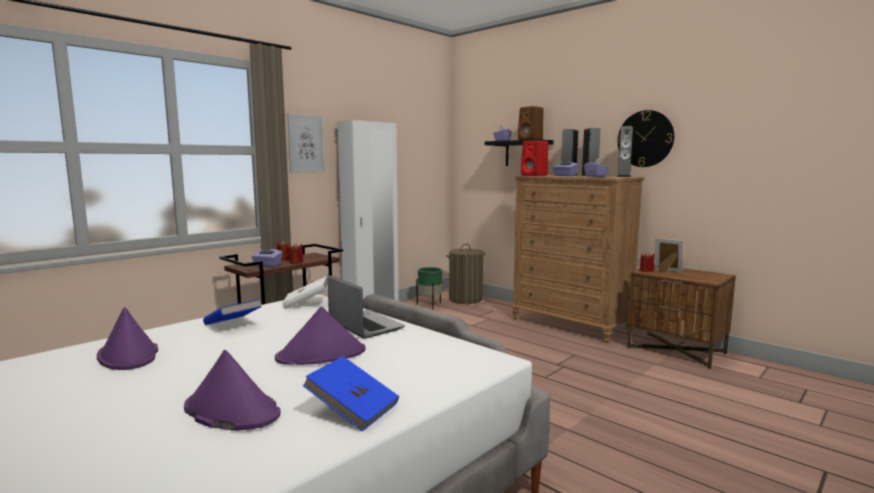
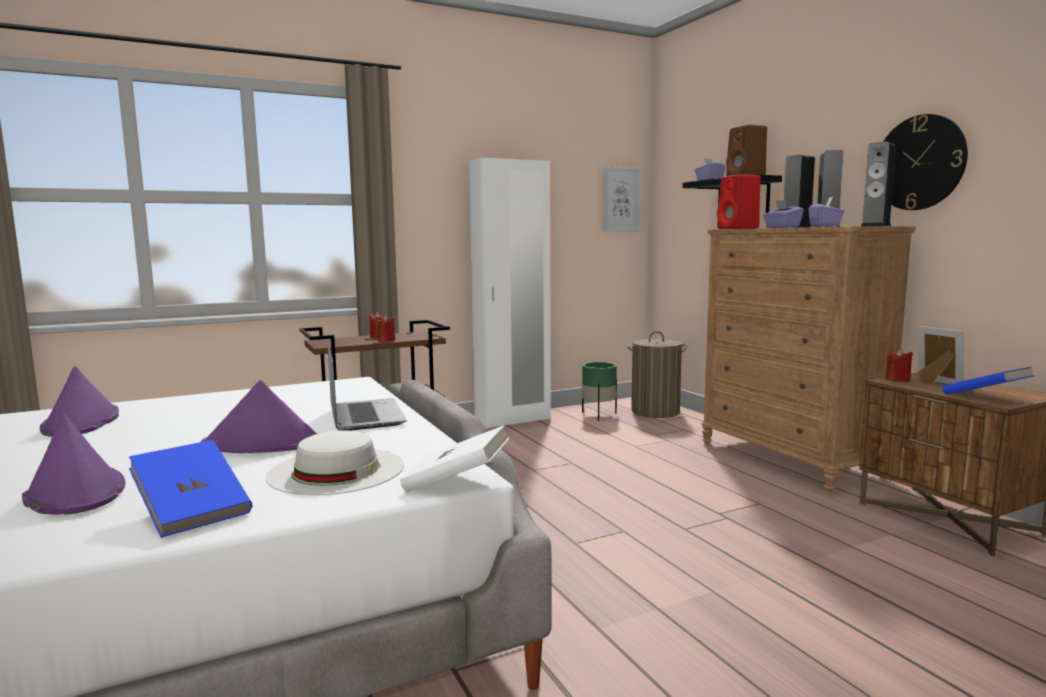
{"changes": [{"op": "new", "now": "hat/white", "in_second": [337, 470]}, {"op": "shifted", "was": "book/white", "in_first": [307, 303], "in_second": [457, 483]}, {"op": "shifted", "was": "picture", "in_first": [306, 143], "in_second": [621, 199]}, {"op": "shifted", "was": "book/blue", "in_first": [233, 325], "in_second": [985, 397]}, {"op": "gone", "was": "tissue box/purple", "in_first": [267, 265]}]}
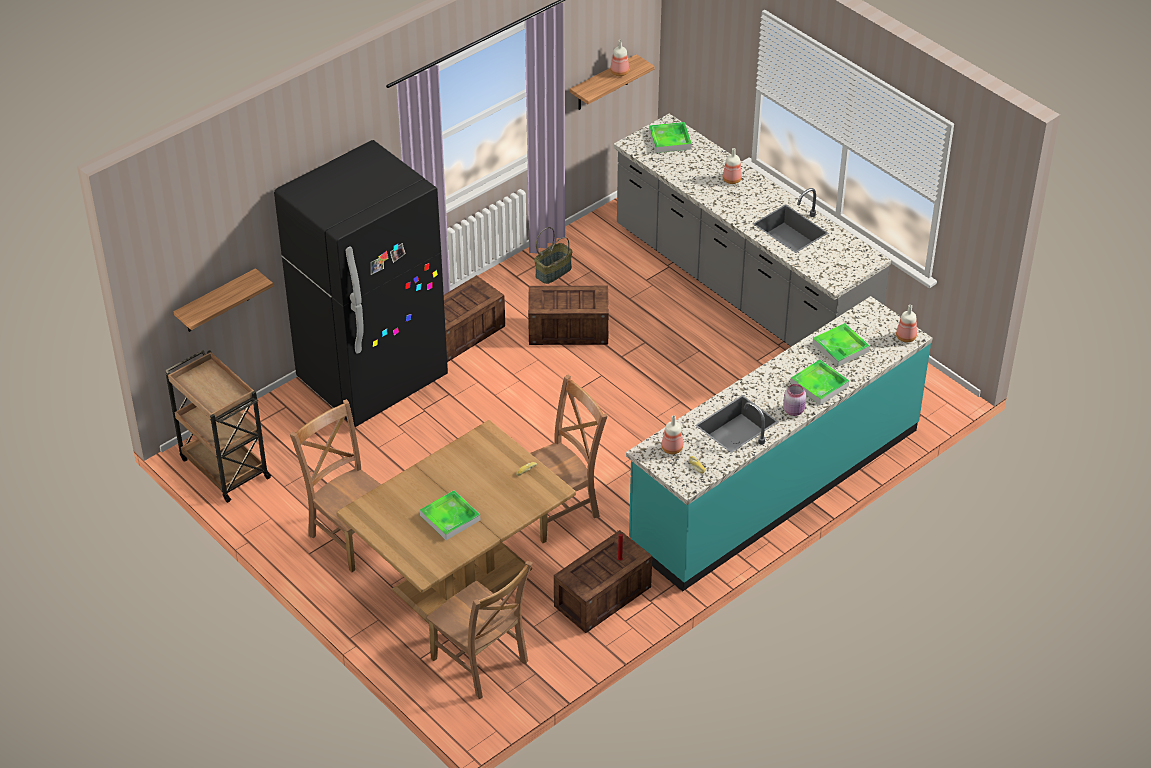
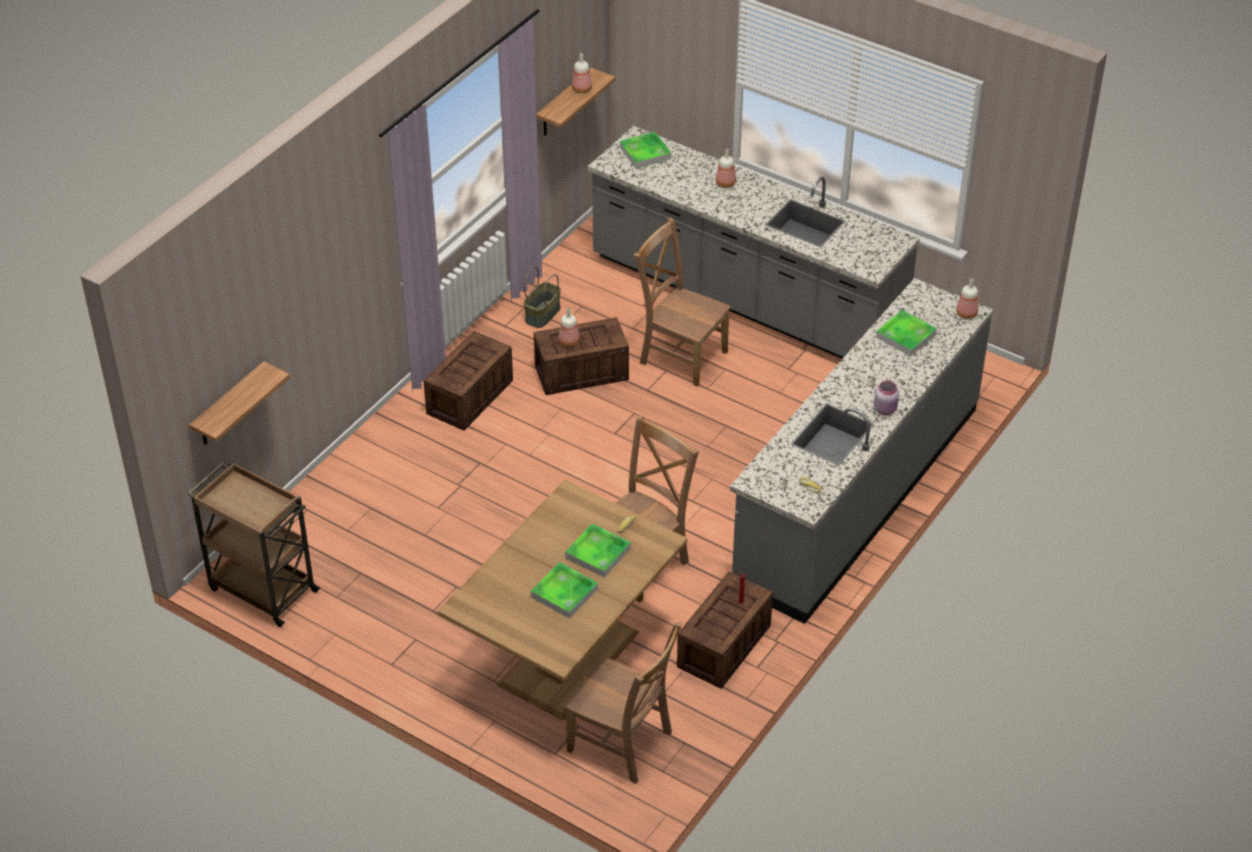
{"changes": [{"op": "shifted", "was": "bottle", "in_first": [672, 449], "in_second": [569, 342]}, {"op": "shifted", "was": "tray", "in_first": [819, 385], "in_second": [598, 553]}, {"op": "shifted", "was": "chair/brown", "in_first": [352, 535], "in_second": [680, 355]}, {"op": "repainted", "was": "counter/turquoise", "now": "counter/grey", "in_first": [775, 486], "in_second": [856, 494]}, {"op": "gone", "was": "fridge/black", "in_first": [373, 379]}]}
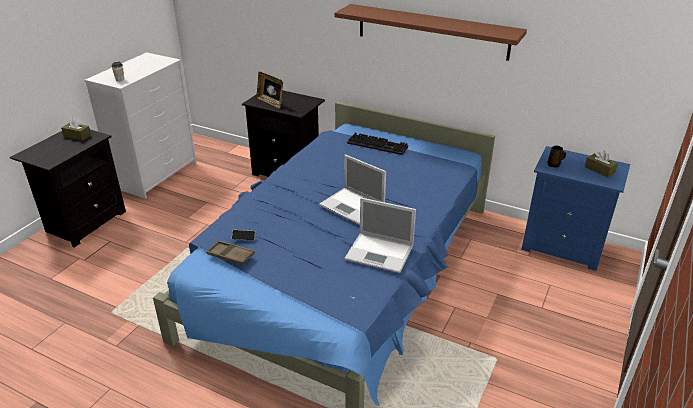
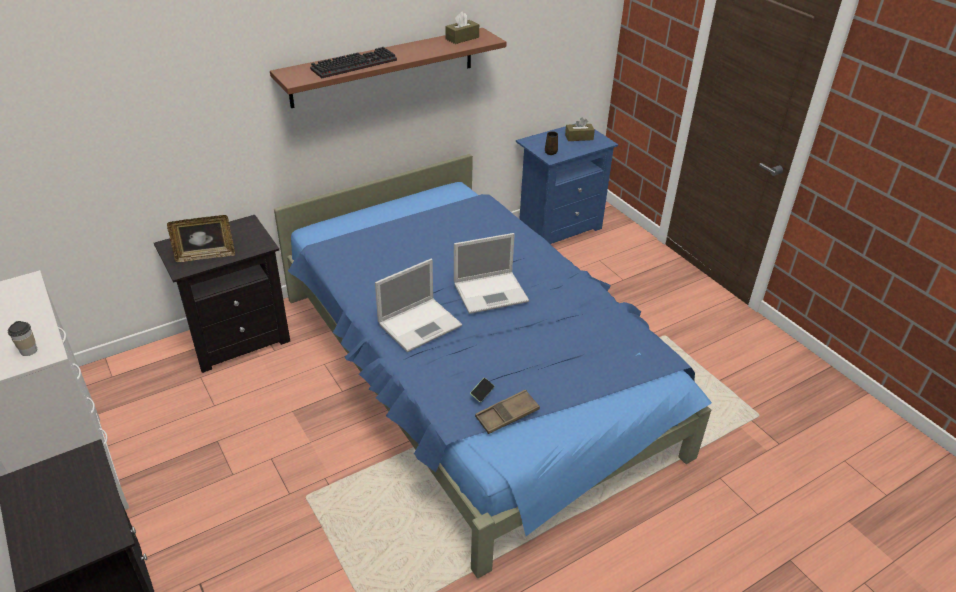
{"changes": [{"op": "shifted", "was": "keyboard", "in_first": [378, 145], "in_second": [354, 64]}, {"op": "shifted", "was": "laptop", "in_first": [380, 253], "in_second": [421, 324]}, {"op": "shifted", "was": "tissue box/brown", "in_first": [77, 136], "in_second": [462, 38]}]}
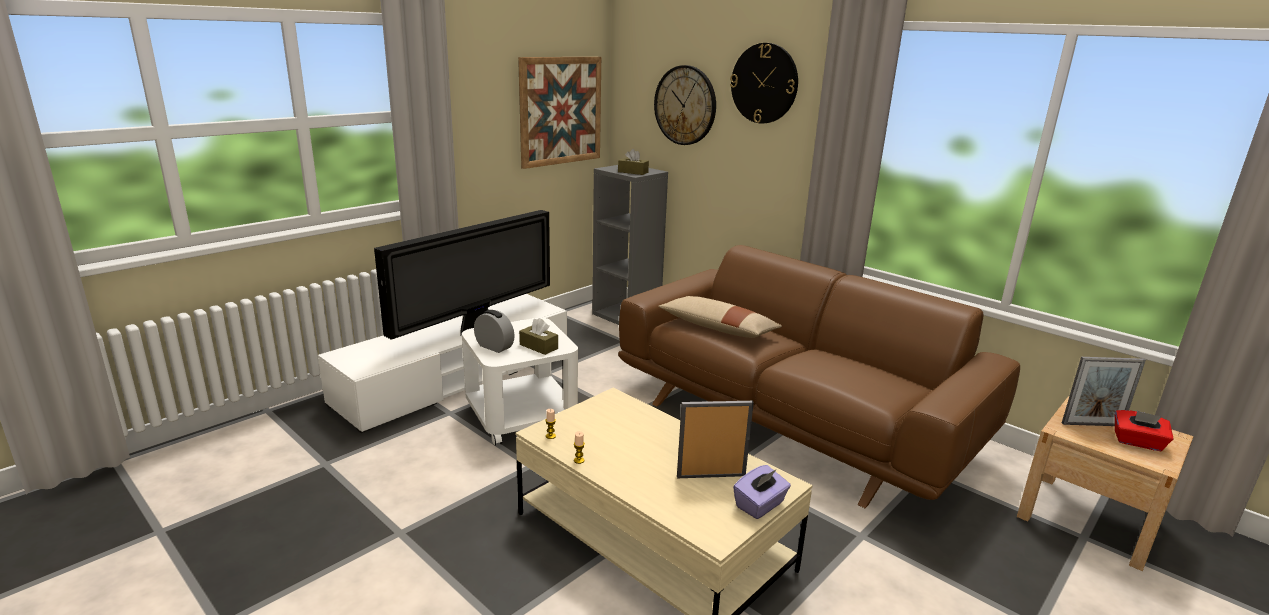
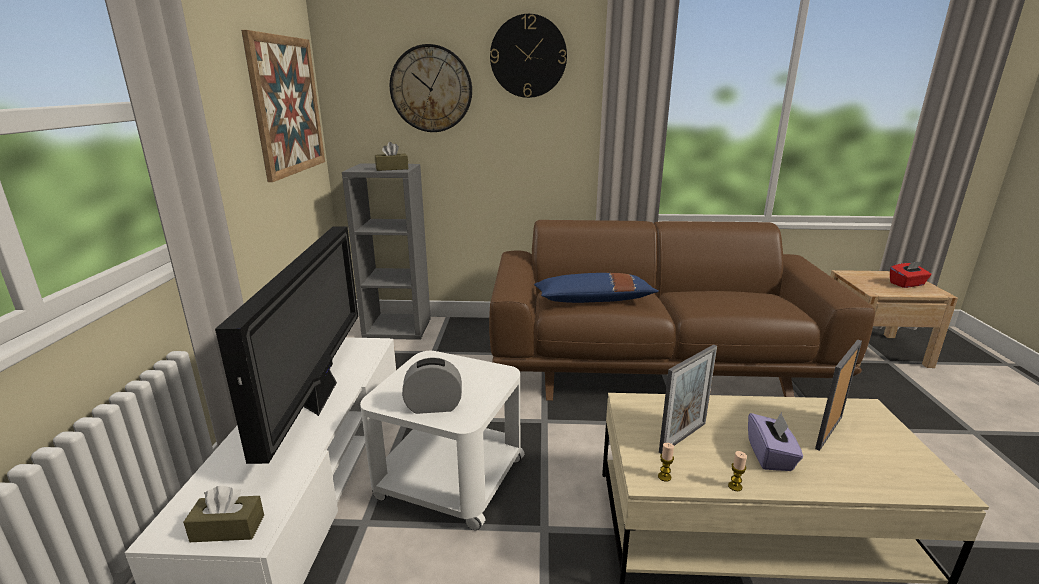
{"changes": [{"op": "shifted", "was": "tissue box/brown", "in_first": [538, 346], "in_second": [228, 528]}, {"op": "repainted", "was": "pillow/beige", "now": "pillow/blue", "in_first": [718, 328], "in_second": [593, 300]}, {"op": "shifted", "was": "picture frame", "in_first": [1092, 424], "in_second": [683, 437]}, {"op": "shifted", "was": "tissue box/purple", "in_first": [760, 505], "in_second": [770, 456]}]}
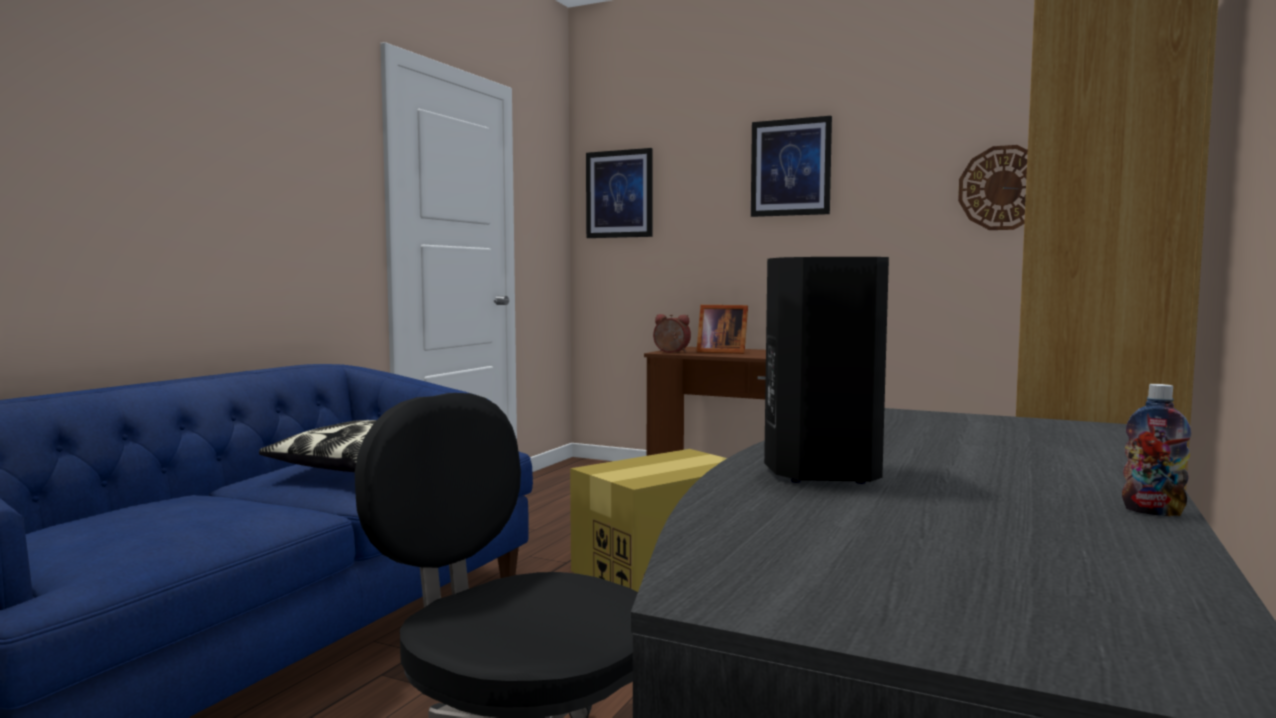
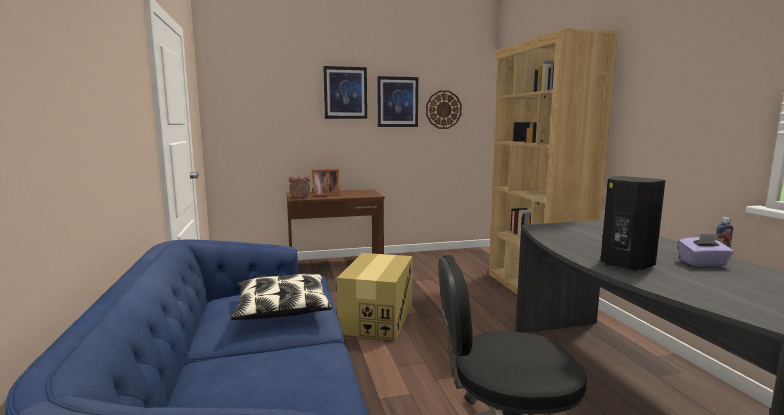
{"changes": [{"op": "shifted", "was": "picture", "in_first": [619, 194], "in_second": [397, 102]}, {"op": "new", "now": "tissue box/purple", "in_second": [703, 263]}]}
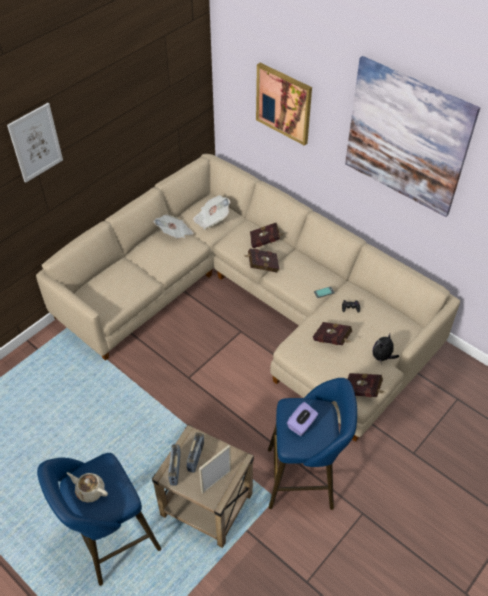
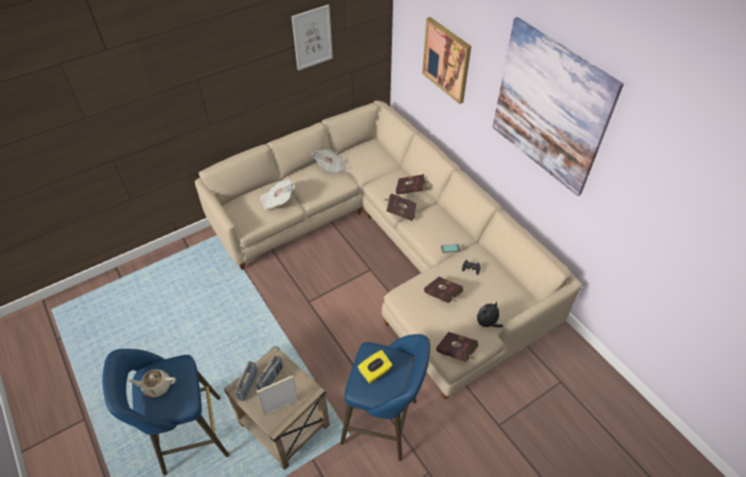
{"changes": [{"op": "rotated", "was": "teapot/beige", "in_first": [90, 490], "in_second": [156, 386], "clockwise": -45}, {"op": "shifted", "was": "newspaper", "in_first": [211, 219], "in_second": [277, 201]}, {"op": "shifted", "was": "picture", "in_first": [35, 143], "in_second": [312, 37]}, {"op": "repainted", "was": "tissue box/purple", "now": "tissue box/yellow", "in_first": [302, 424], "in_second": [375, 372]}]}
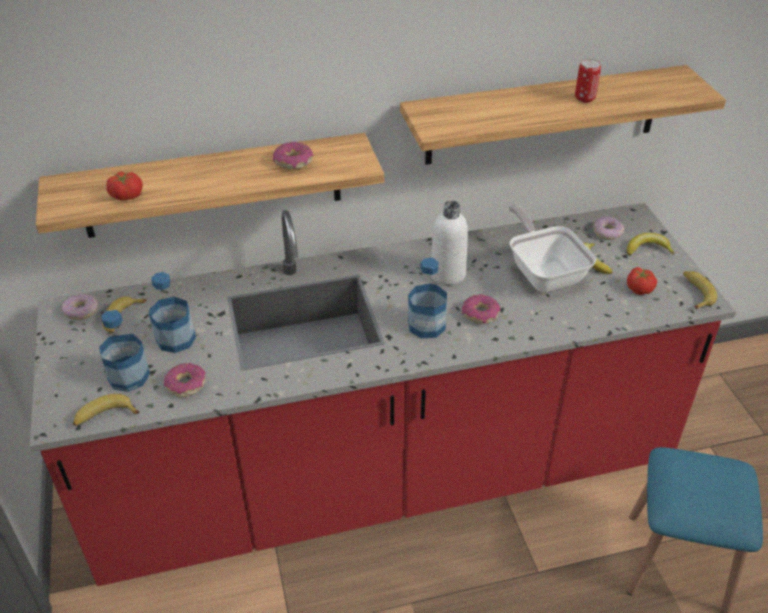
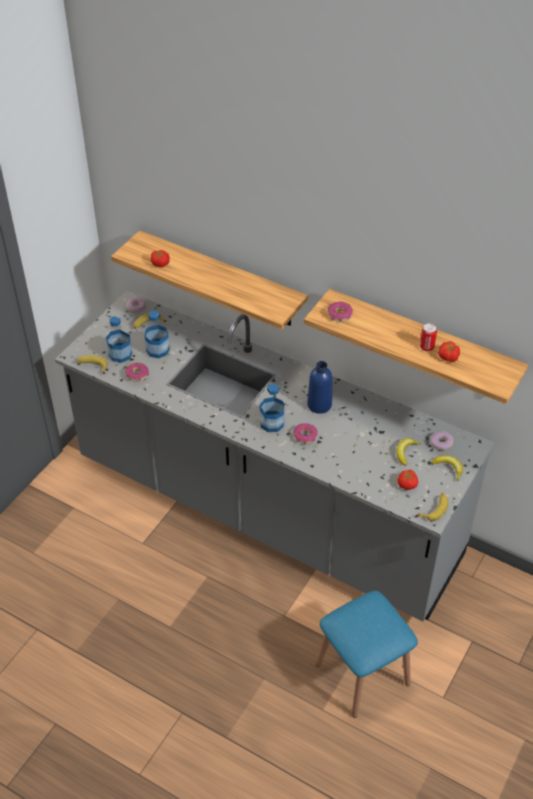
{"changes": [{"op": "repainted", "was": "counter/red", "now": "counter/grey", "in_first": [384, 478], "in_second": [266, 510]}, {"op": "repainted", "was": "bottle/white", "now": "bottle/blue", "in_first": [447, 274], "in_second": [319, 405]}, {"op": "shifted", "was": "donut", "in_first": [293, 162], "in_second": [339, 315]}, {"op": "new", "now": "tomato", "in_second": [448, 357]}, {"op": "gone", "was": "frying pan", "in_first": [544, 273]}]}
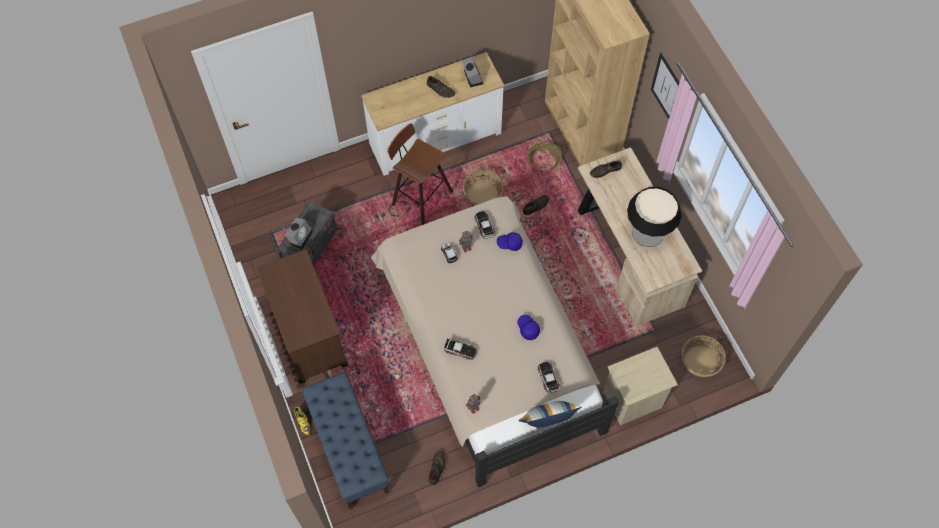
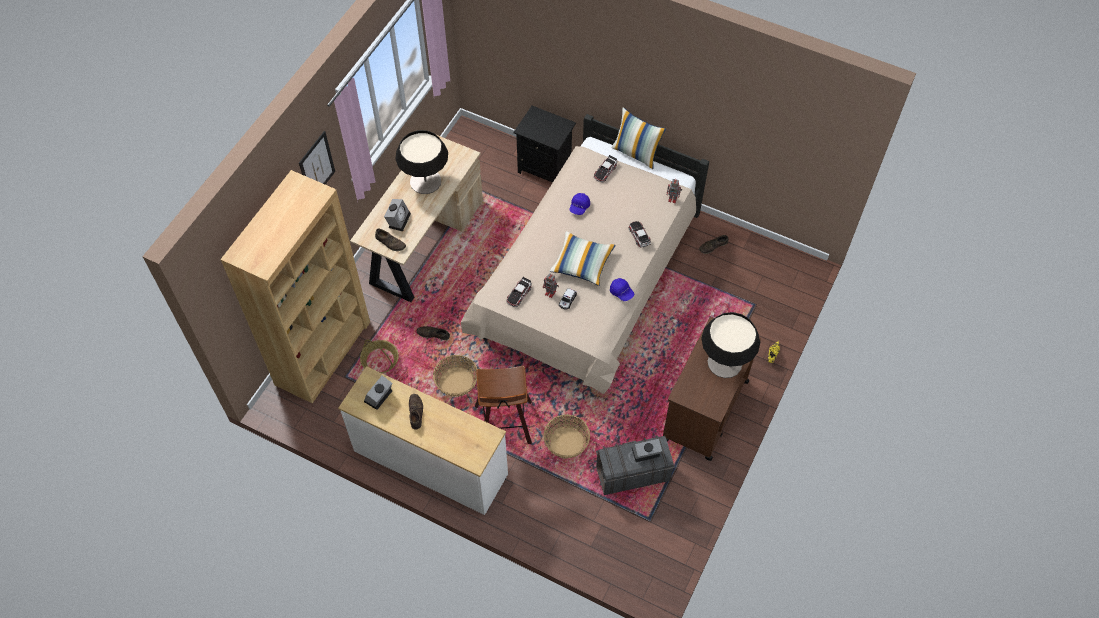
{"changes": [{"op": "new", "now": "alarm clock", "in_second": [398, 219]}, {"op": "repainted", "was": "nightstand/beige", "now": "nightstand/black", "in_first": [633, 401], "in_second": [545, 168]}, {"op": "shifted", "was": "basket", "in_first": [700, 361], "in_second": [566, 442]}, {"op": "new", "now": "pillow", "in_second": [582, 263]}, {"op": "shifted", "was": "cap/blue", "in_first": [509, 243], "in_second": [621, 292]}, {"op": "new", "now": "table lamp", "in_second": [724, 363]}, {"op": "gone", "was": "bench/blue", "in_first": [349, 448]}]}
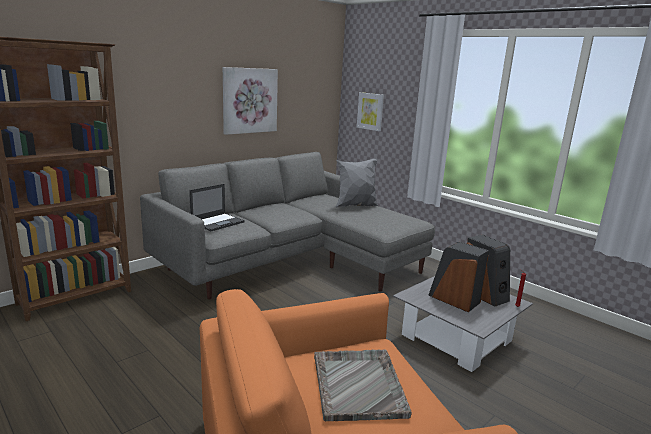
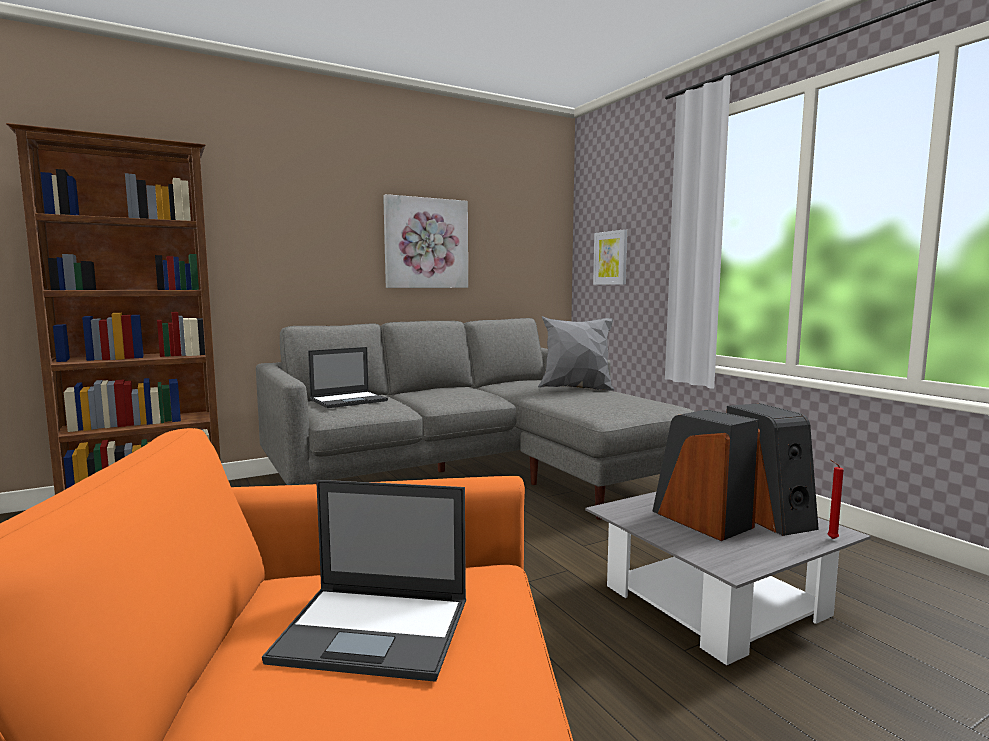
{"changes": [{"op": "swapped", "was": "tray/grey", "now": "laptop", "in_first": [358, 384], "in_second": [376, 631]}]}
